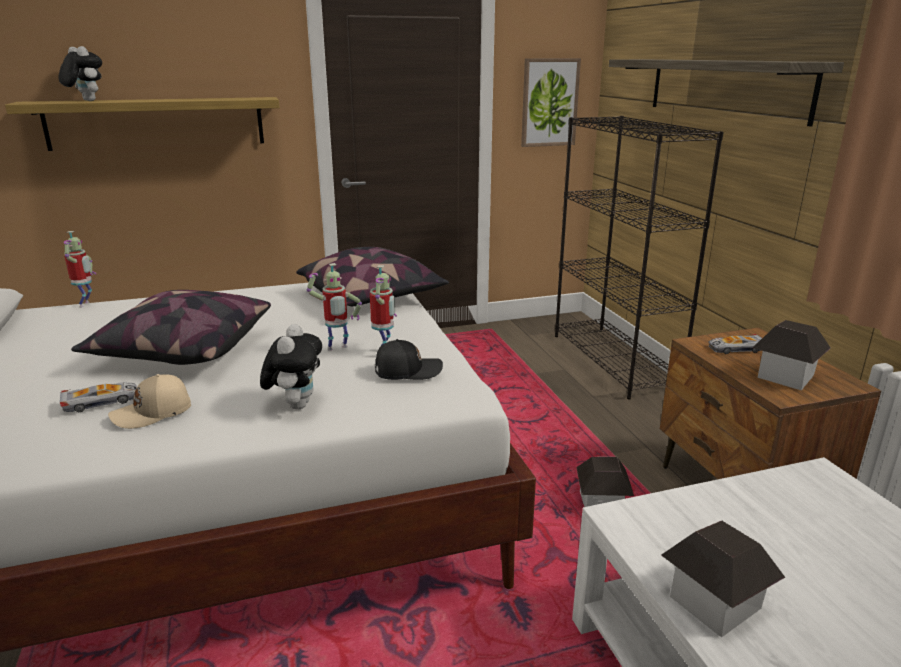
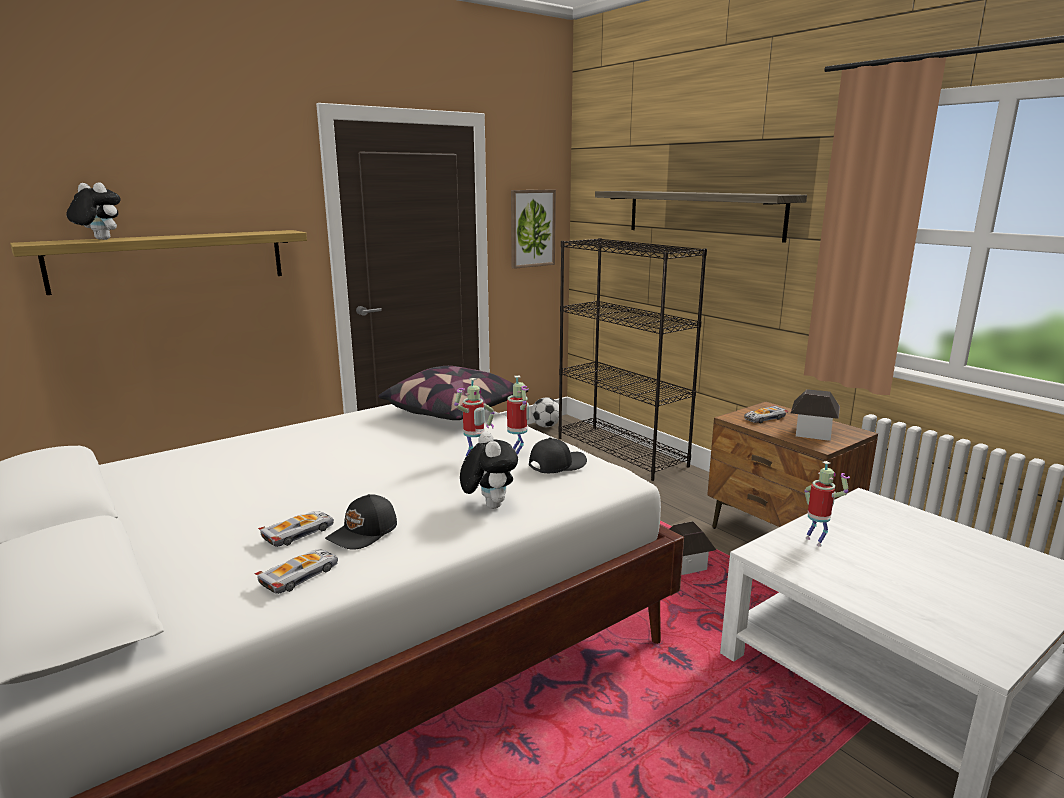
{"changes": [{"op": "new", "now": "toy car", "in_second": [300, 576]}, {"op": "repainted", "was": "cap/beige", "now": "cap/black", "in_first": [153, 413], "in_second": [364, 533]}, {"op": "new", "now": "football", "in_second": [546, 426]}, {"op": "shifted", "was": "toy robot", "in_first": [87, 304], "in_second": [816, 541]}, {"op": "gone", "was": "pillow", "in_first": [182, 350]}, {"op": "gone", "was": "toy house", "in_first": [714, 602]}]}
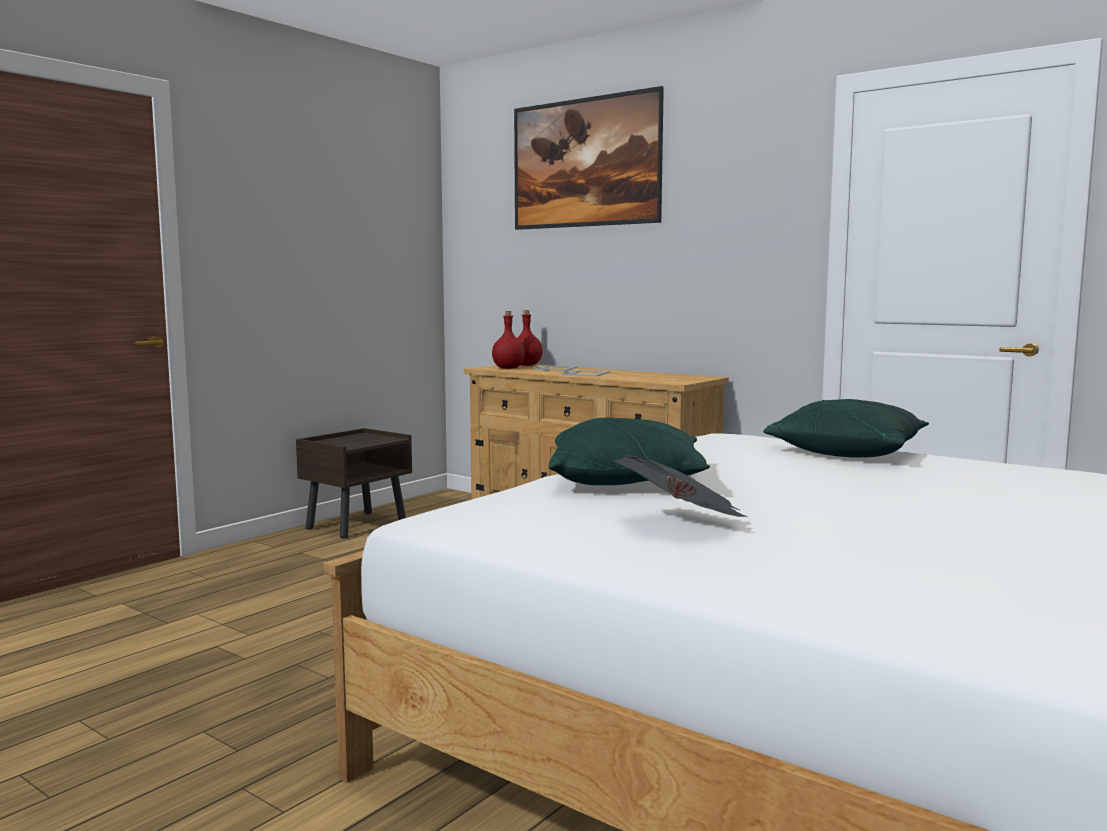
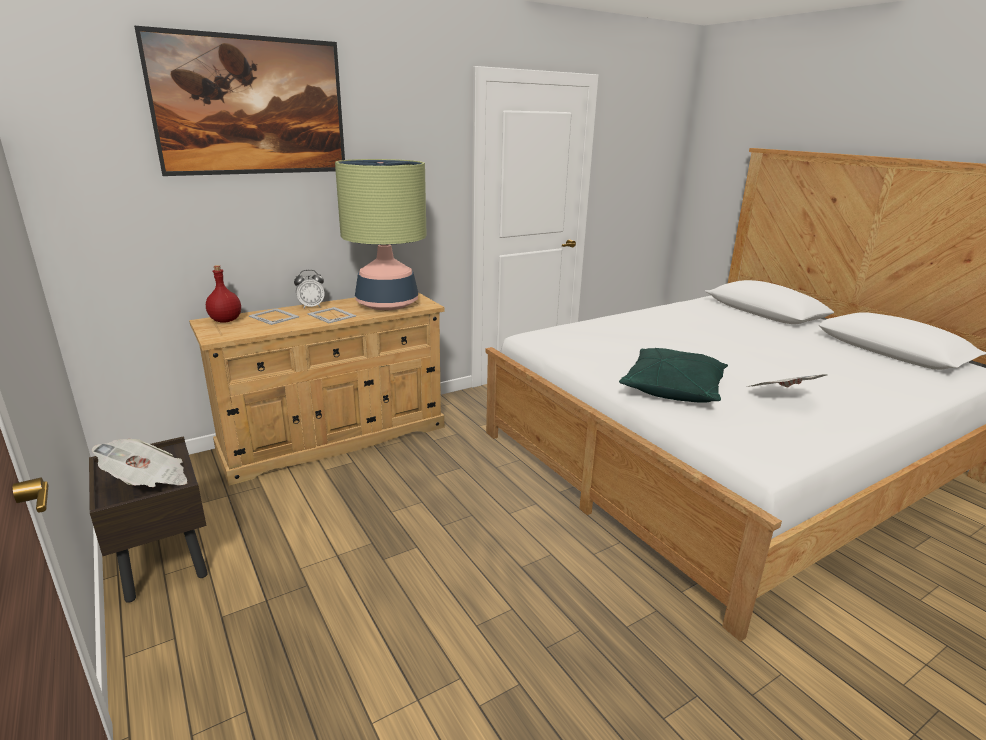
{"changes": [{"op": "new", "now": "newspaper", "in_second": [148, 481]}, {"op": "new", "now": "alarm clock", "in_second": [311, 306]}, {"op": "new", "now": "table lamp", "in_second": [387, 303]}, {"op": "gone", "was": "bottle/red", "in_first": [509, 368]}, {"op": "gone", "was": "pillow/green", "in_first": [846, 452]}]}
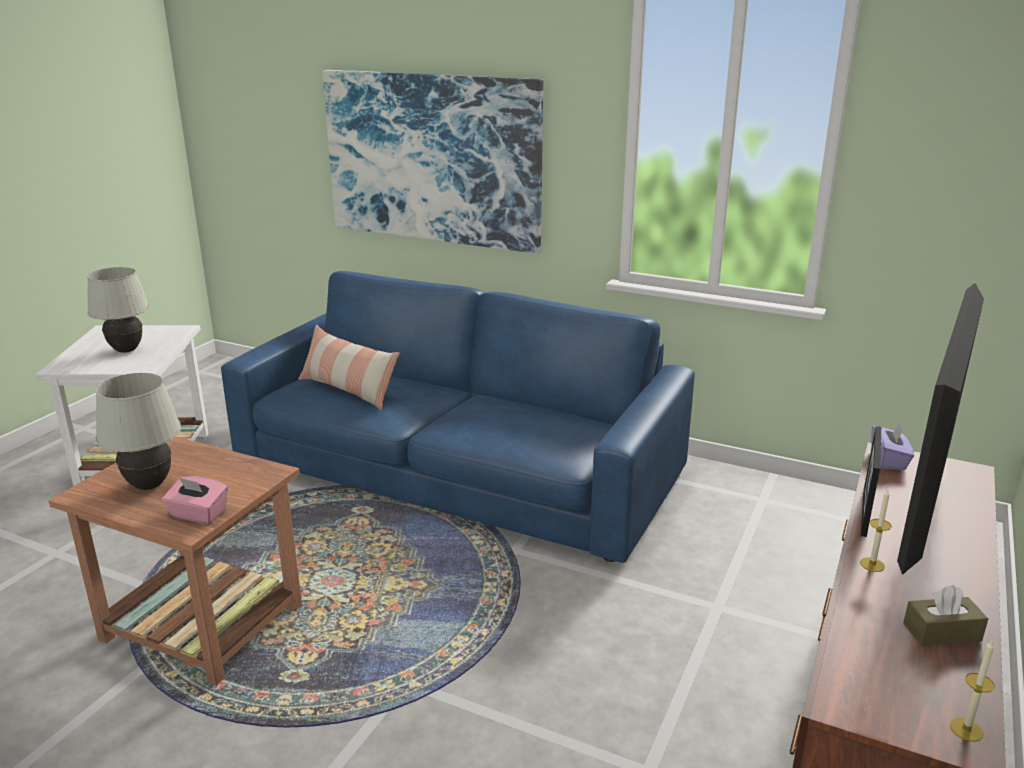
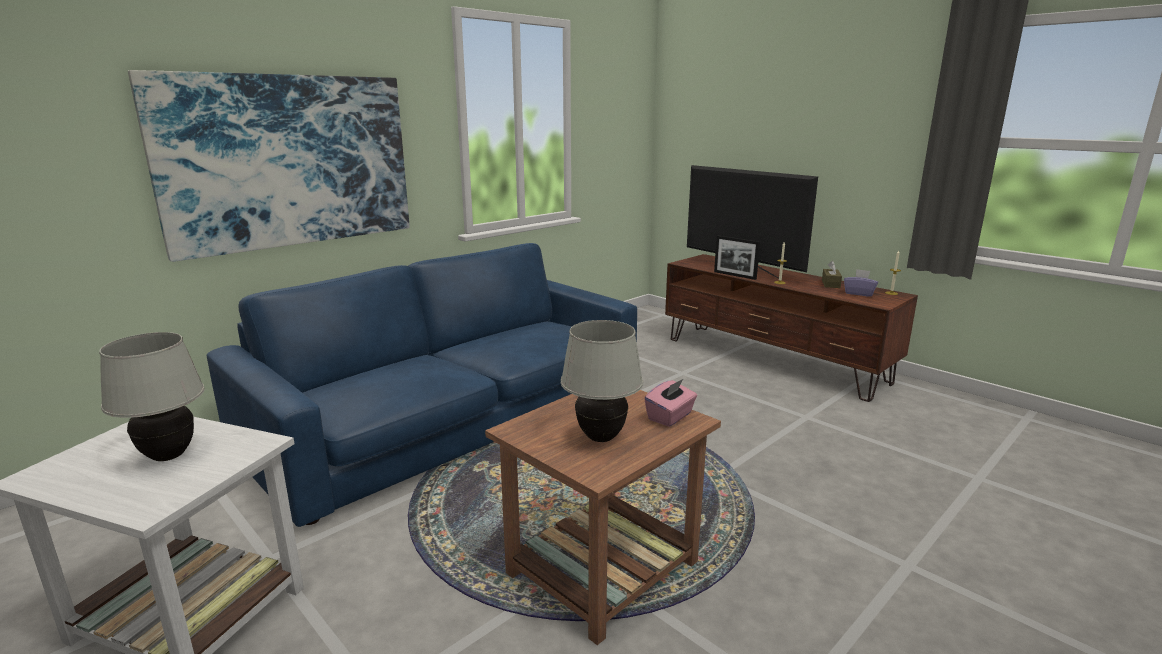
{"changes": [{"op": "shifted", "was": "tissue box/purple", "in_first": [889, 460], "in_second": [859, 293]}, {"op": "gone", "was": "pillow", "in_first": [348, 390]}]}
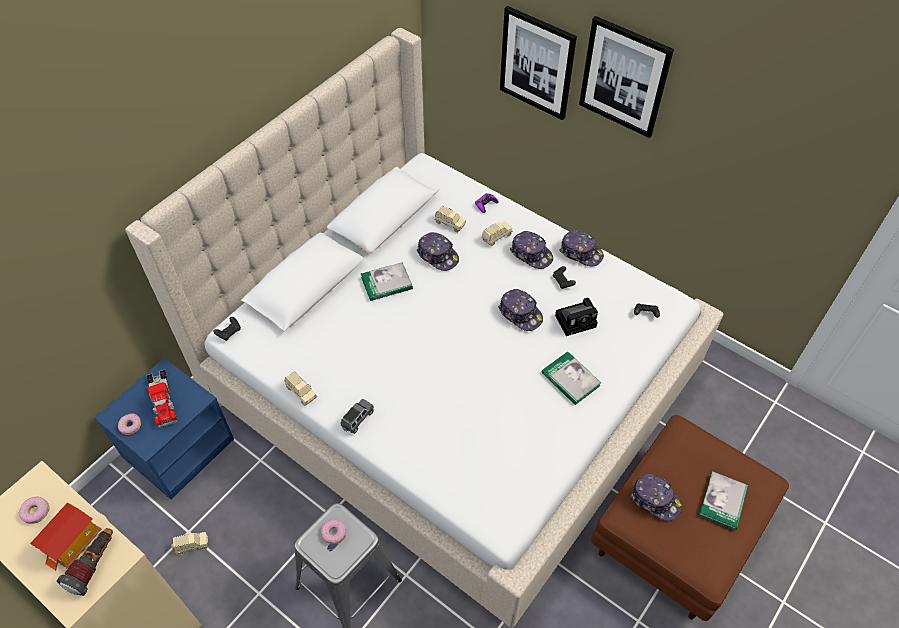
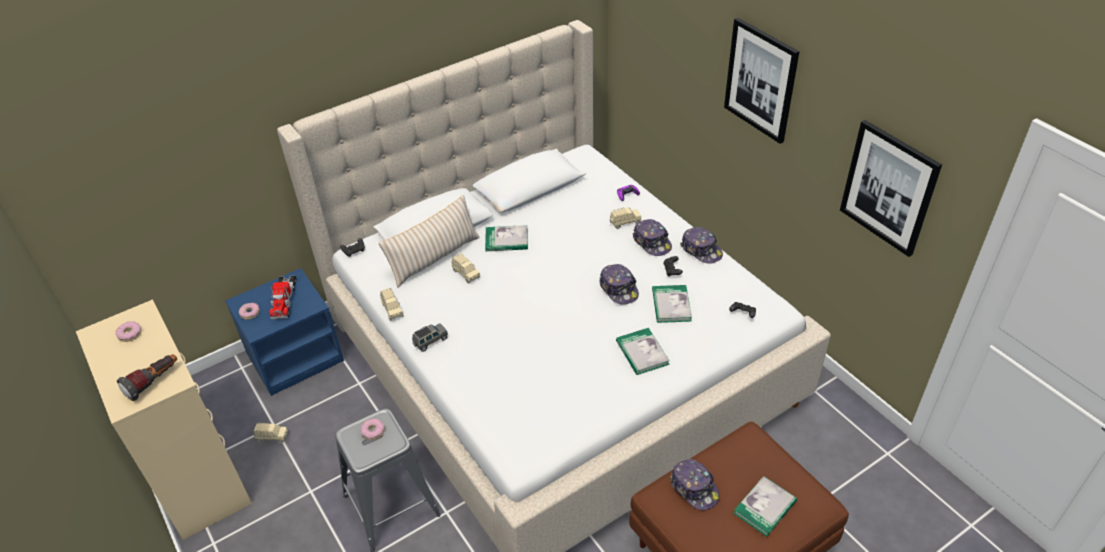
{"changes": [{"op": "new", "now": "pillow/beige", "in_second": [434, 258]}, {"op": "shifted", "was": "toy car/beige", "in_first": [449, 223], "in_second": [466, 274]}, {"op": "swapped", "was": "photo camera", "now": "book", "in_first": [577, 320], "in_second": [671, 305]}, {"op": "shifted", "was": "picture", "in_first": [537, 63], "in_second": [889, 188]}, {"op": "gone", "was": "toy house", "in_first": [73, 543]}, {"op": "gone", "was": "cap", "in_first": [438, 255]}]}
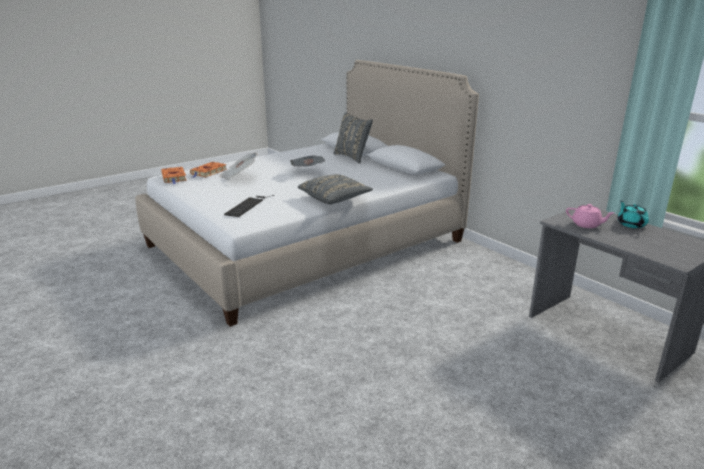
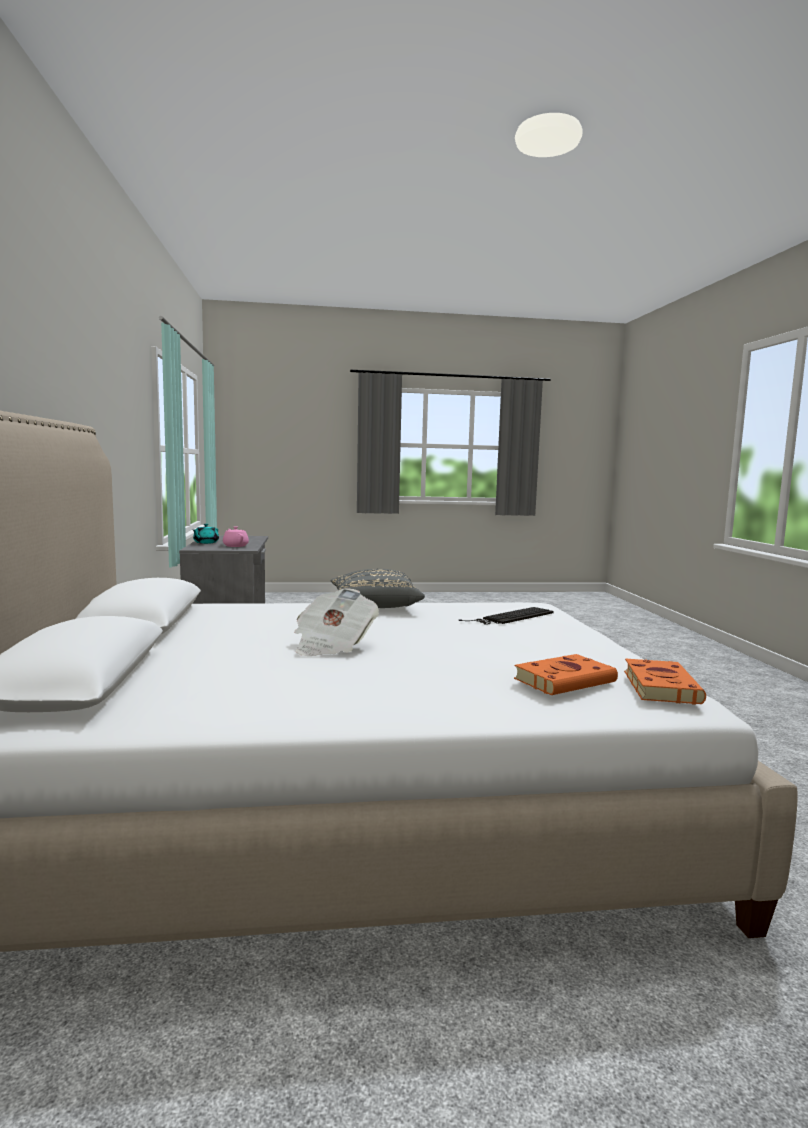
{"changes": [{"op": "gone", "was": "newspaper", "in_first": [239, 176]}, {"op": "gone", "was": "pillow/grey", "in_first": [353, 157]}]}
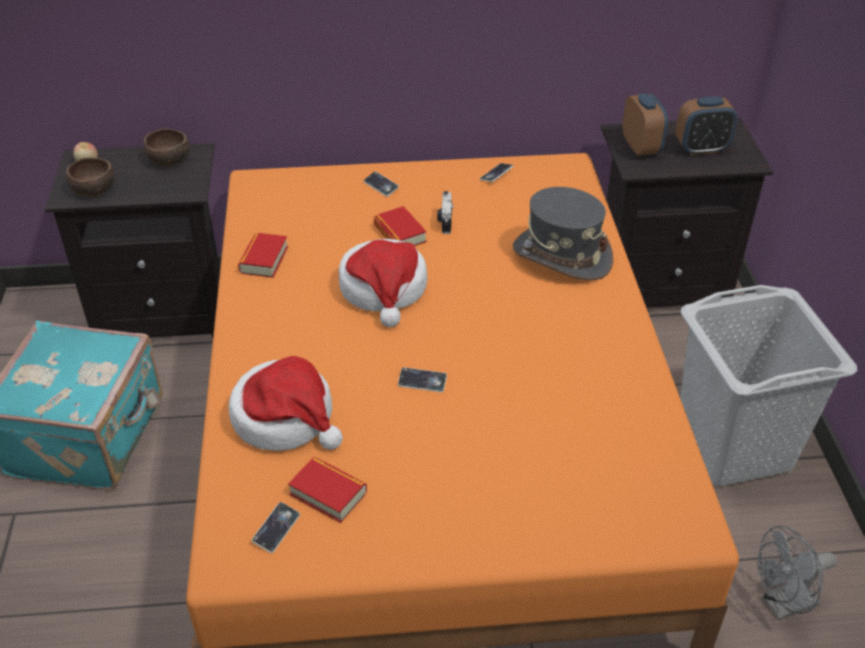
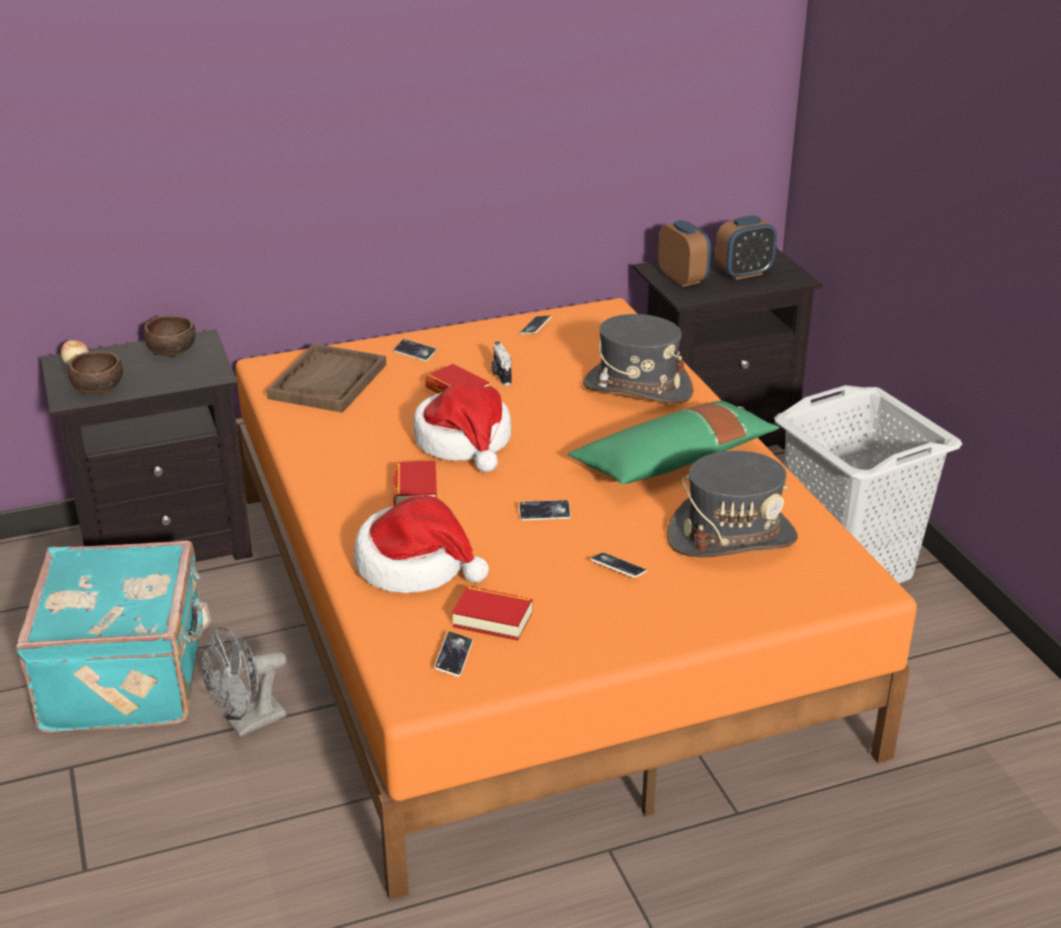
{"changes": [{"op": "shifted", "was": "fan/grey", "in_first": [782, 605], "in_second": [248, 723]}, {"op": "new", "now": "tray/brown", "in_second": [327, 381]}, {"op": "shifted", "was": "book", "in_first": [264, 260], "in_second": [415, 491]}, {"op": "new", "now": "pillow/green", "in_second": [673, 460]}, {"op": "new", "now": "phone", "in_second": [618, 568]}, {"op": "new", "now": "hat/grey", "in_second": [731, 537]}]}
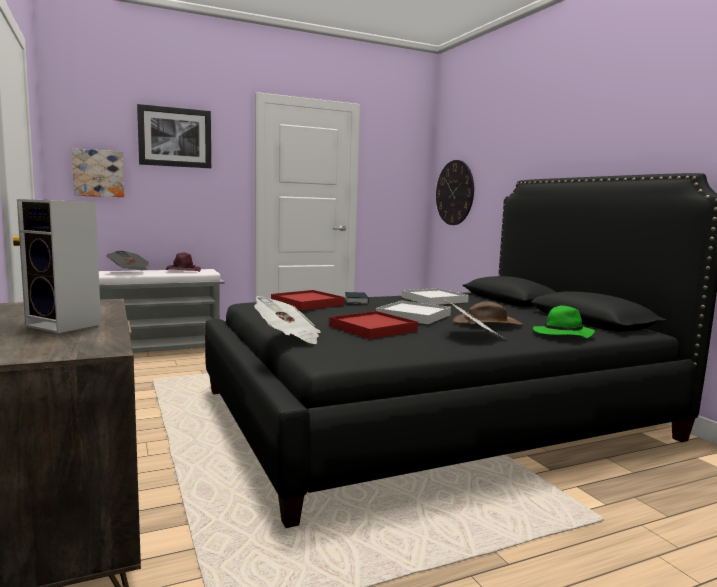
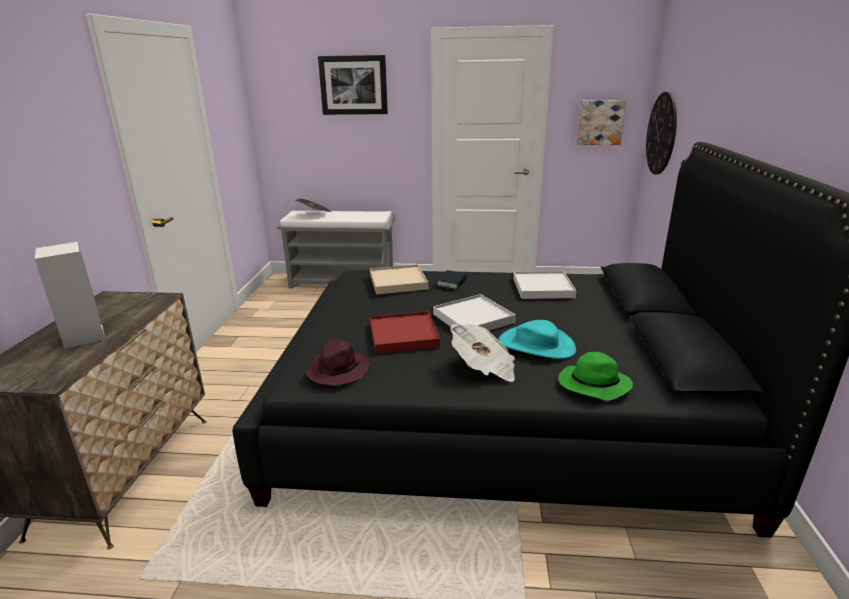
{"changes": [{"op": "shifted", "was": "hat/purple", "in_first": [183, 271], "in_second": [338, 370]}, {"op": "repainted", "was": "tray/red", "now": "tray/beige", "in_first": [307, 303], "in_second": [398, 282]}, {"op": "repainted", "was": "hat/brown", "now": "hat/turquoise", "in_first": [487, 323], "in_second": [536, 345]}, {"op": "shifted", "was": "picture", "in_first": [98, 173], "in_second": [600, 122]}, {"op": "gone", "was": "newspaper", "in_first": [288, 338]}]}
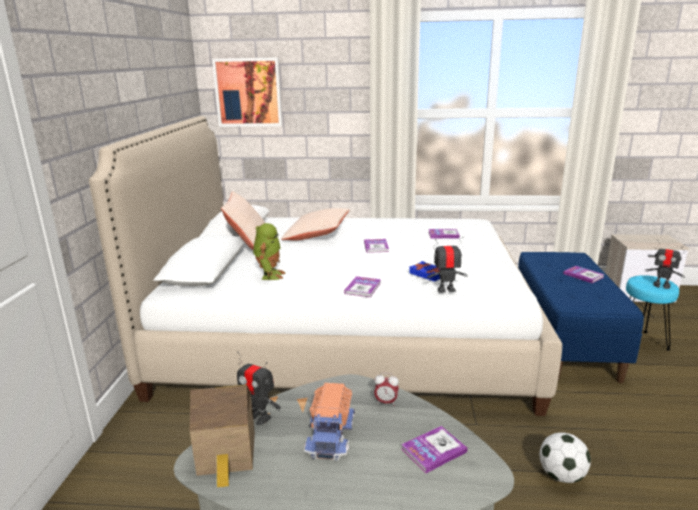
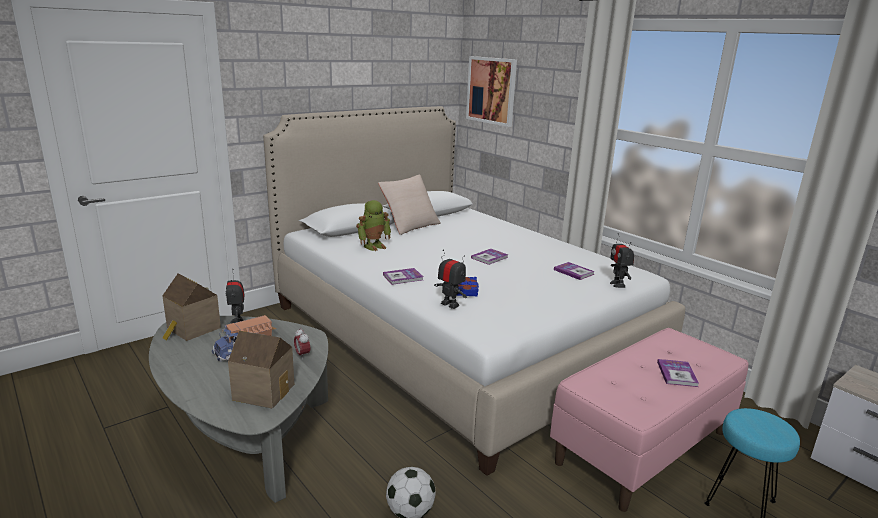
{"changes": [{"op": "swapped", "was": "book", "now": "toy house", "in_first": [433, 450], "in_second": [265, 390]}, {"op": "repainted", "was": "bench/blue", "now": "bench/pink", "in_first": [563, 341], "in_second": [642, 446]}, {"op": "shifted", "was": "toy robot", "in_first": [661, 285], "in_second": [617, 284]}, {"op": "gone", "was": "pillow/beige", "in_first": [316, 235]}]}
